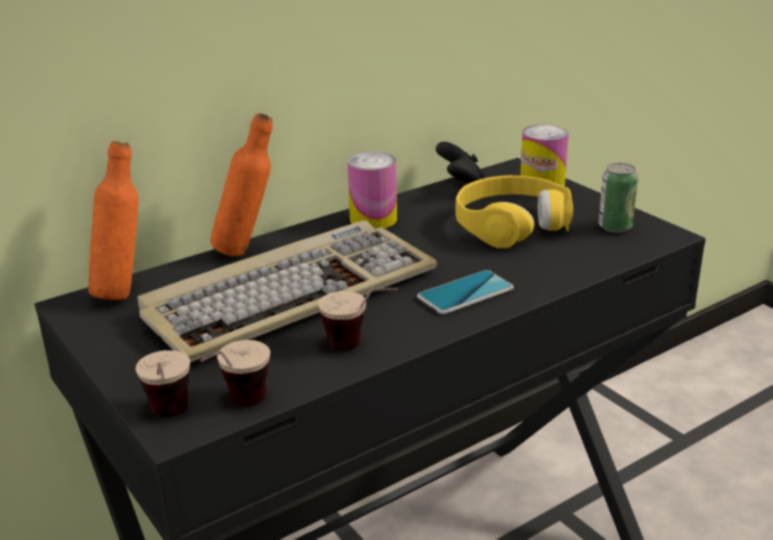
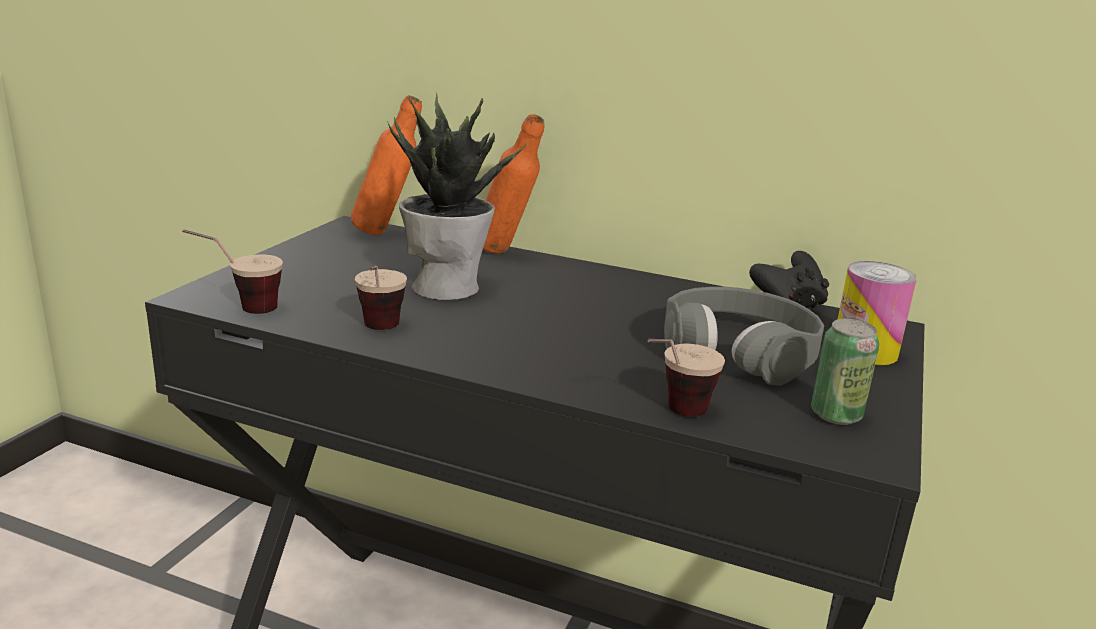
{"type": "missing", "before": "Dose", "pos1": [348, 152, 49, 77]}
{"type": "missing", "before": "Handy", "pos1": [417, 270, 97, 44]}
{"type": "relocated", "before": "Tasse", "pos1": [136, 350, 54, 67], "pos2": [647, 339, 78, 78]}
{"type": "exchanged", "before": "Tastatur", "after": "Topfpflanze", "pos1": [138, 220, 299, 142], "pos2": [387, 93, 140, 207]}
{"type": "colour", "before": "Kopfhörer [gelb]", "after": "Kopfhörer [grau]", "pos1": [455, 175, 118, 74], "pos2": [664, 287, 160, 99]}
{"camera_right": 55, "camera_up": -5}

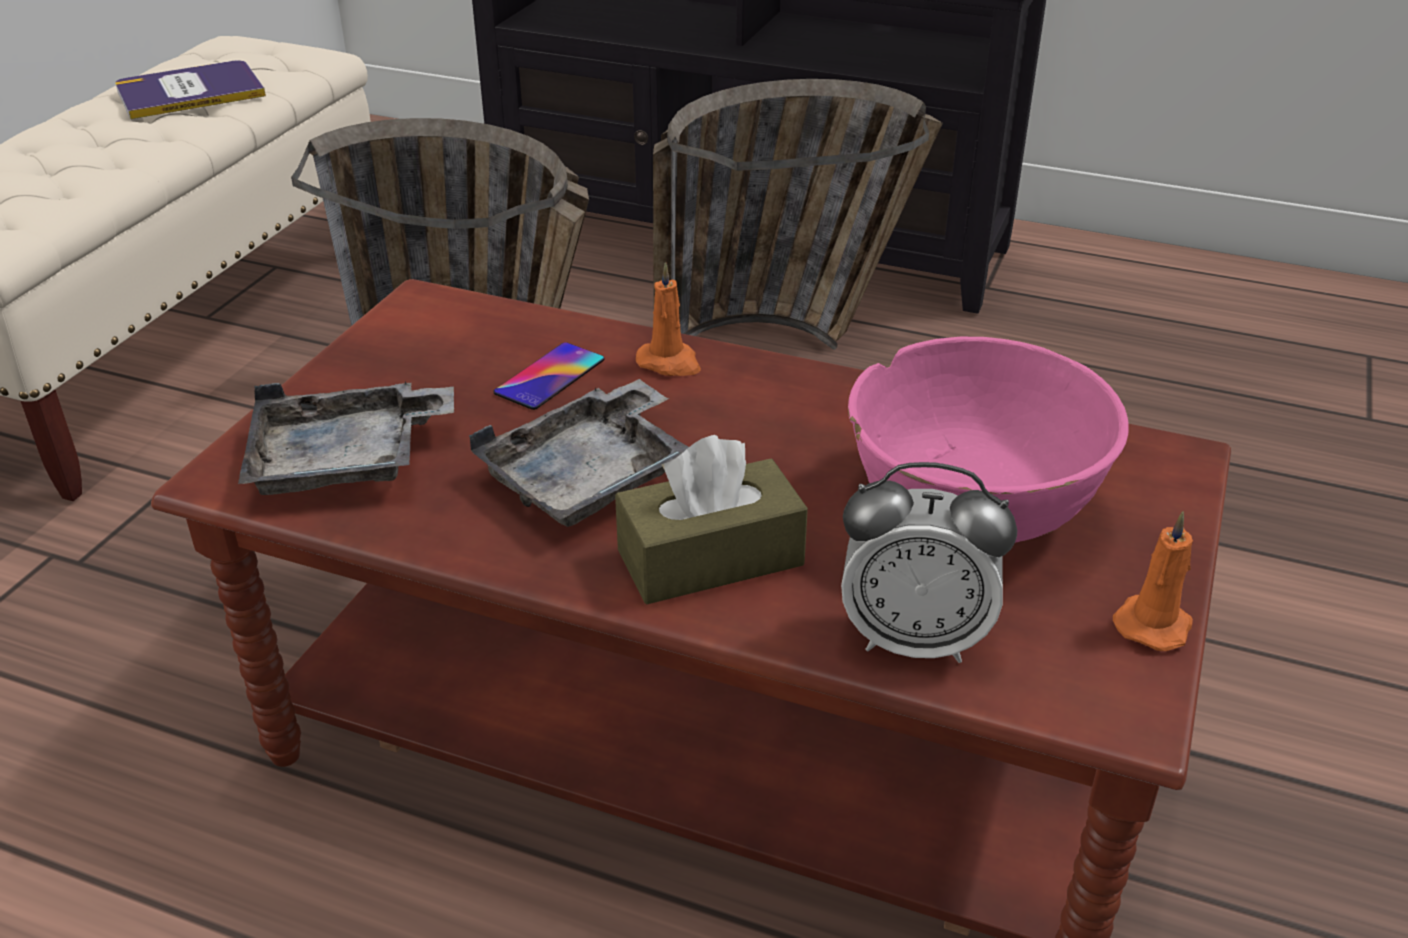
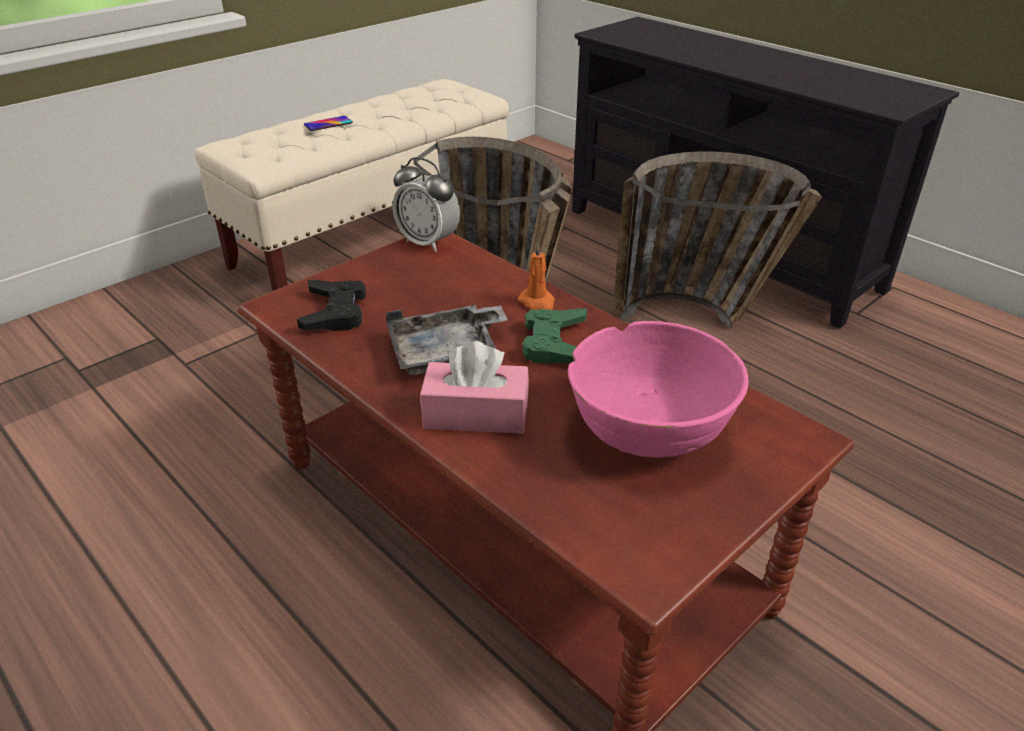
{"type": "missing", "before": "Buch", "pos1": [115, 60, 151, 59]}
{"type": "missing", "before": "Kerze [orange]", "pos1": [1113, 512, 80, 139]}
{"type": "appeared", "after": "Gamepad [grün]", "pos2": [522, 308, 65, 56]}
{"type": "relocated", "before": "Handy", "pos1": [494, 342, 110, 68], "pos2": [304, 116, 49, 15]}
{"type": "relocated", "before": "Wecker", "pos1": [841, 462, 176, 201], "pos2": [393, 157, 67, 95]}
{"type": "exchanged", "before": "Tablett [grau]", "after": "Gamepad [schwarz]", "pos1": [238, 381, 216, 114], "pos2": [297, 280, 69, 50]}
{"type": "colour", "before": "Taschentuchbox [braun]", "after": "Taschentuchbox [rosa]", "pos1": [615, 435, 193, 169], "pos2": [420, 341, 109, 93]}
{"camera_right": 25, "camera_up": 0}

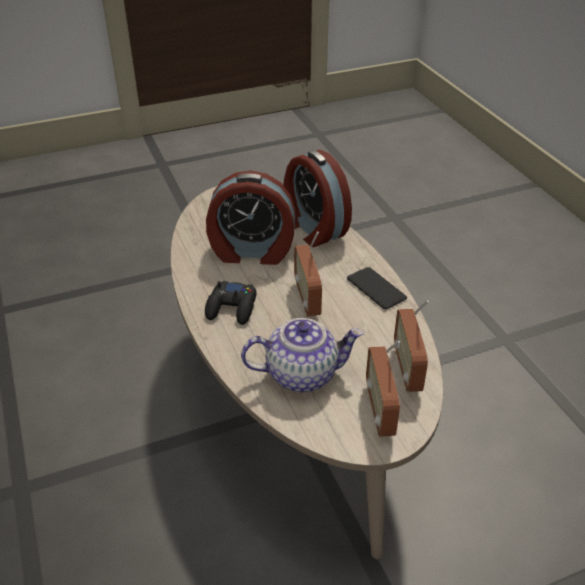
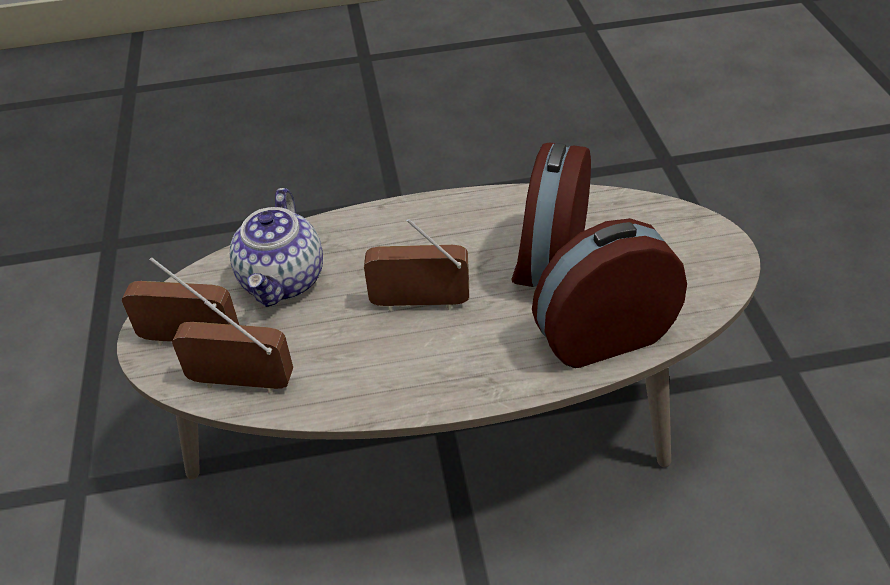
{"type": "missing", "before": "Gamepad [schwarz]", "pos1": [205, 281, 51, 44]}
{"type": "missing", "before": "Handy", "pos1": [347, 267, 60, 42]}
{"camera_right": 105, "camera_up": 5}

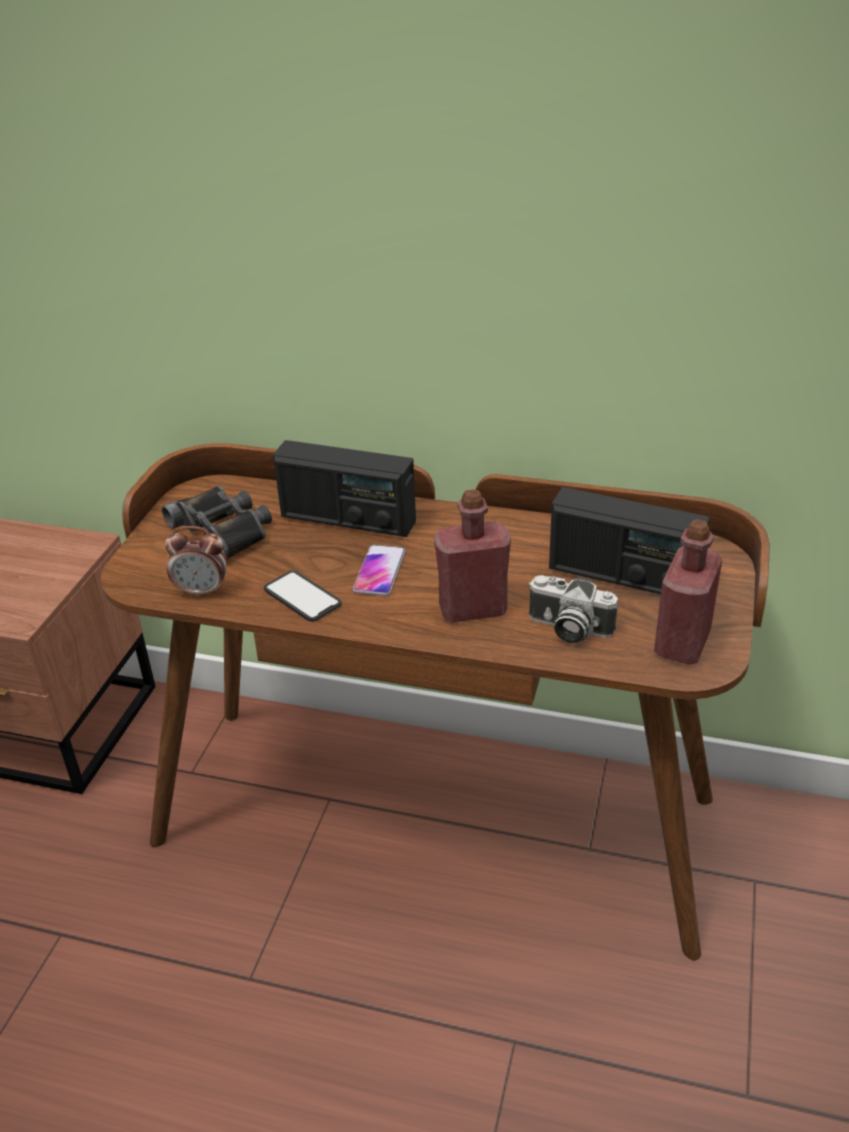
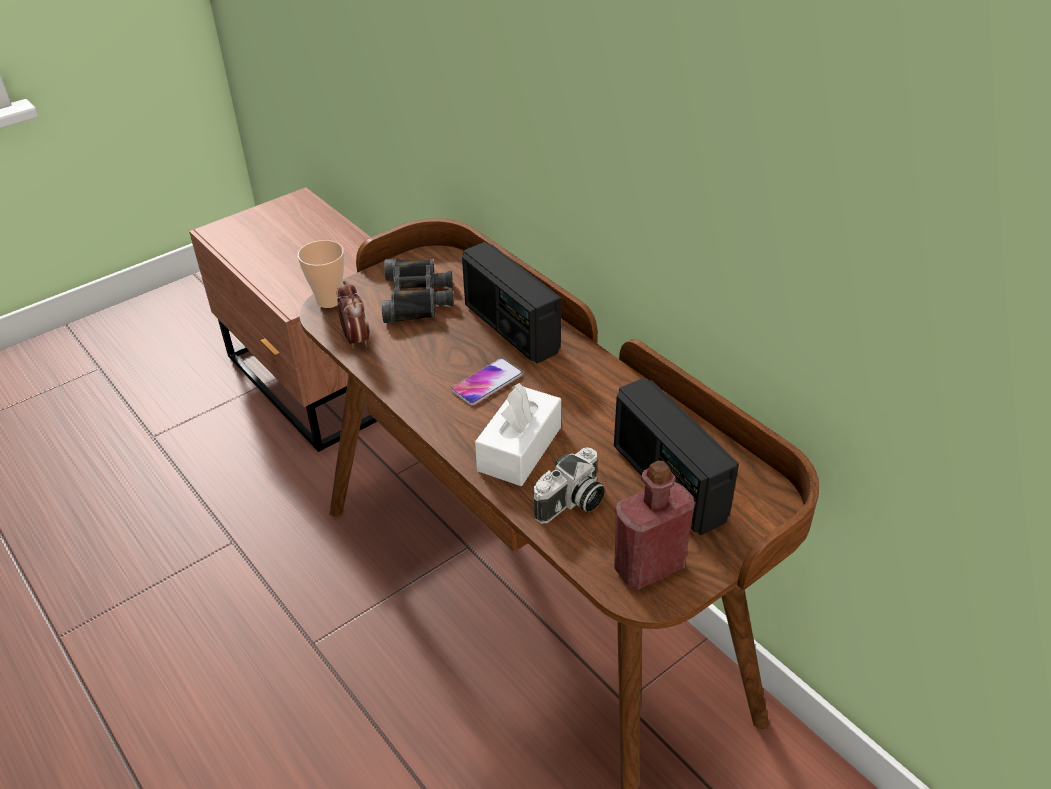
{"type": "missing", "before": "Handy", "pos1": [264, 571, 78, 51]}
{"type": "appeared", "after": "Tasse", "pos2": [297, 240, 48, 68]}
{"type": "exchanged", "before": "Flasche [rot]", "after": "Taschentuchbox [weiß]", "pos1": [434, 489, 77, 133], "pos2": [475, 383, 86, 103]}
{"type": "spun", "before": "Wecker", "pos1": [165, 526, 62, 71], "pos2": [337, 281, 33, 68], "turn": -150}
{"type": "spun", "before": "Kamera", "pos1": [529, 575, 89, 68], "pos2": [534, 447, 71, 77], "turn": -105}
{"camera_right": 35, "camera_up": 5}

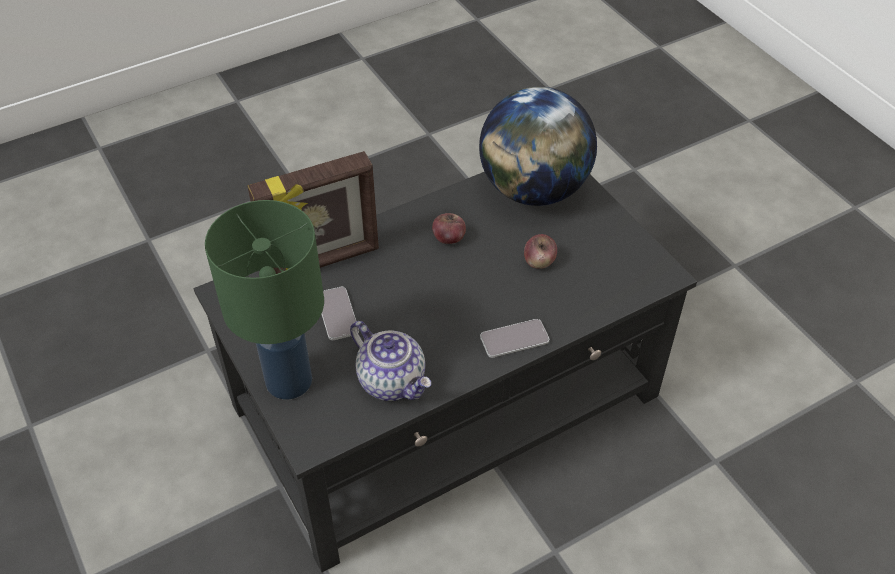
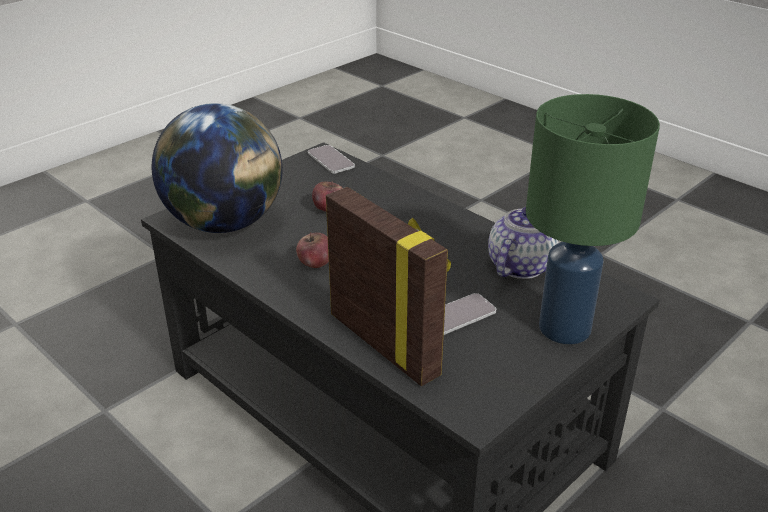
{"type": "relocated", "before": "Handy", "pos1": [480, 319, 69, 39], "pos2": [308, 145, 47, 29]}
{"camera_right": -105, "camera_up": -15}

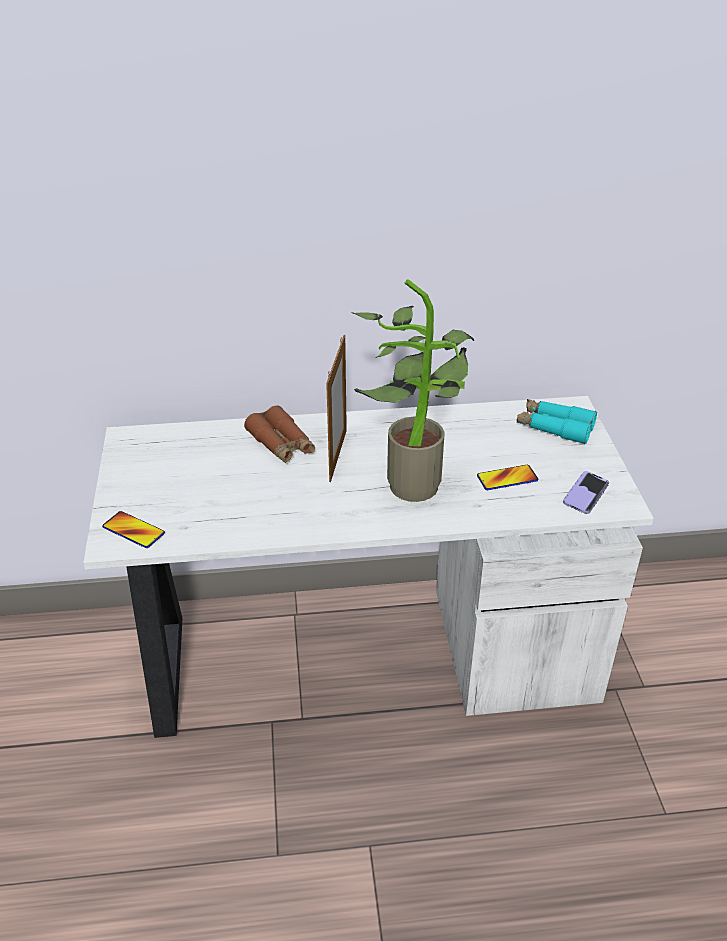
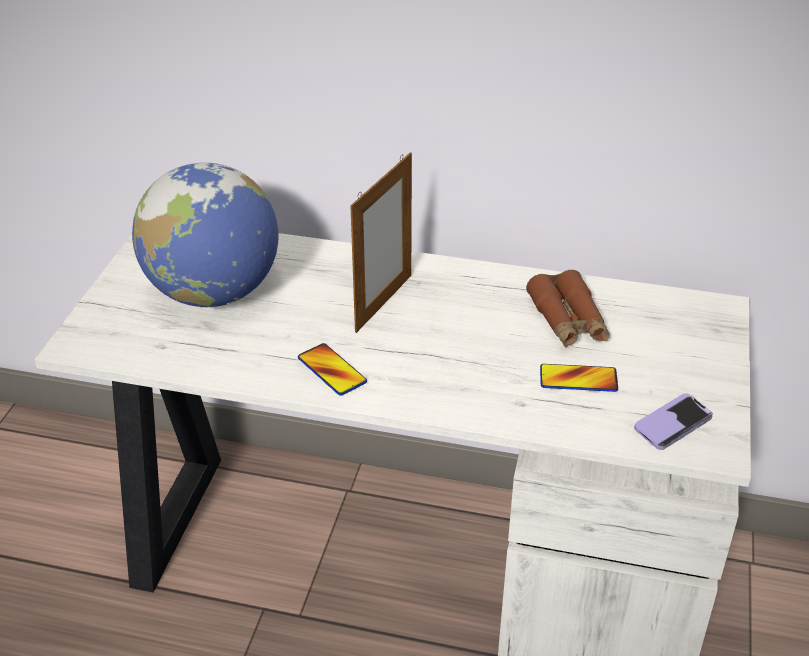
{"type": "missing", "before": "Topfpflanze", "pos1": [352, 279, 122, 223]}
{"type": "missing", "before": "Fernglas [türkis]", "pos1": [517, 399, 80, 45]}
{"type": "appeared", "after": "Globus", "pos2": [132, 163, 147, 144]}
{"type": "relocated", "before": "Handy", "pos1": [102, 511, 63, 37], "pos2": [298, 343, 69, 53]}
{"type": "relocated", "before": "Fernglas [braun]", "pos1": [244, 405, 71, 58], "pos2": [526, 270, 84, 77]}
{"camera_right": 20, "camera_up": 0}

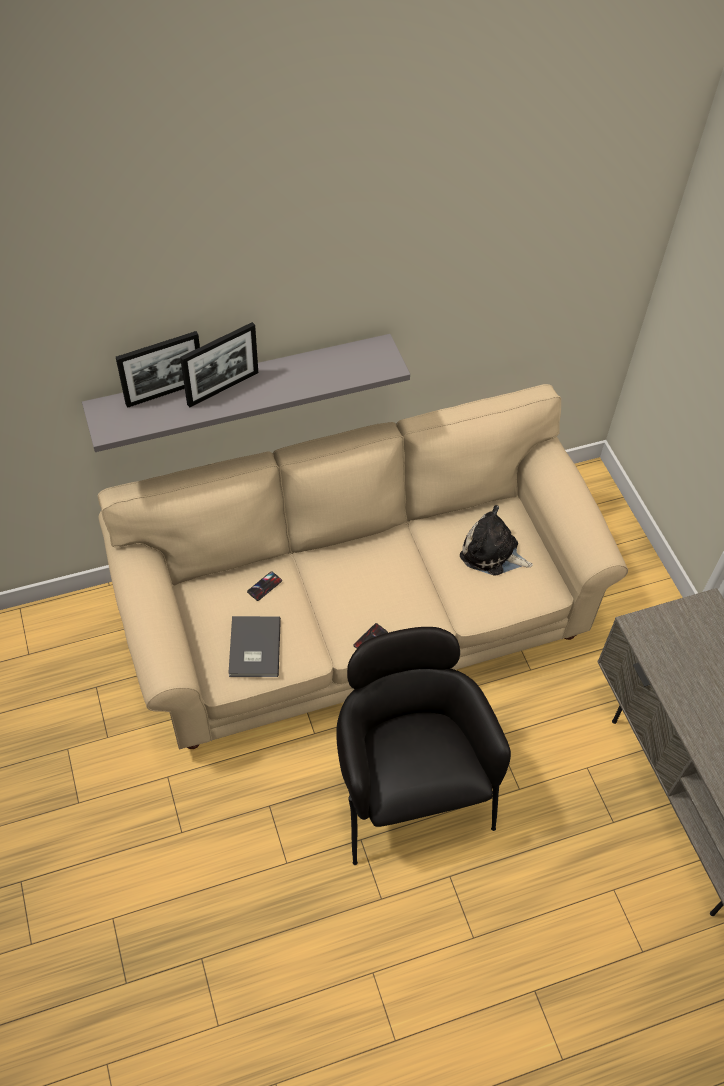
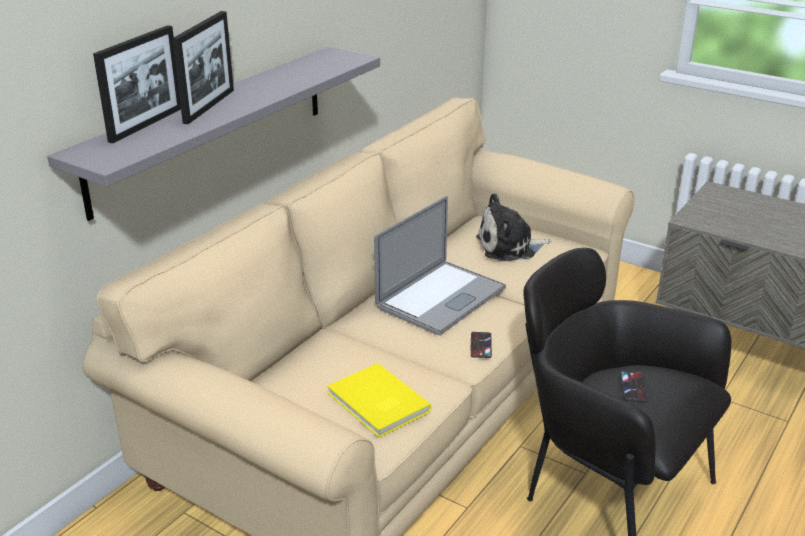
{"type": "appeared", "after": "Laptop", "pos2": [374, 196, 132, 139]}
{"type": "relocated", "before": "Handy", "pos1": [247, 571, 35, 30], "pos2": [620, 371, 28, 31]}
{"type": "colour", "before": "Buch [grau]", "after": "Buch [gelb]", "pos1": [228, 616, 53, 61], "pos2": [327, 363, 104, 74]}
{"camera_right": -35, "camera_up": -25}

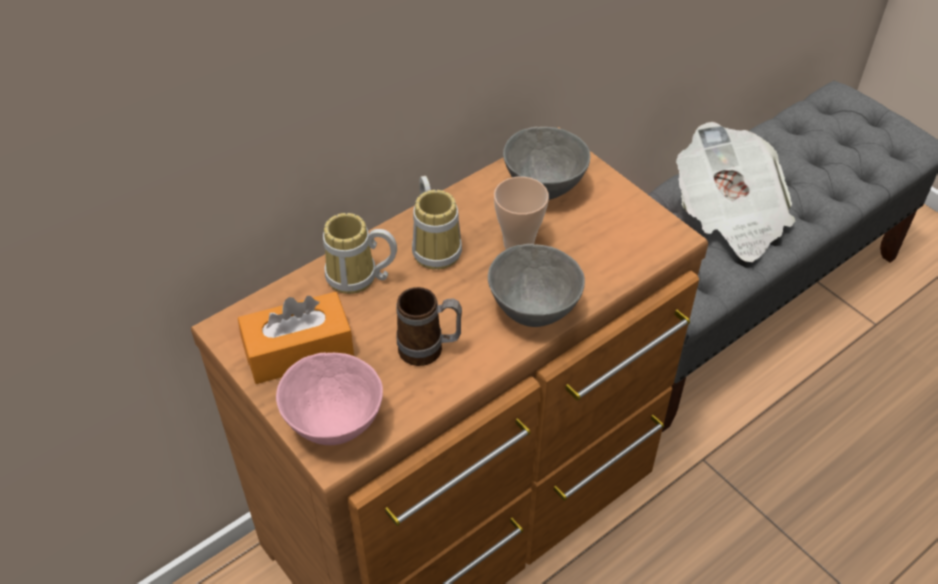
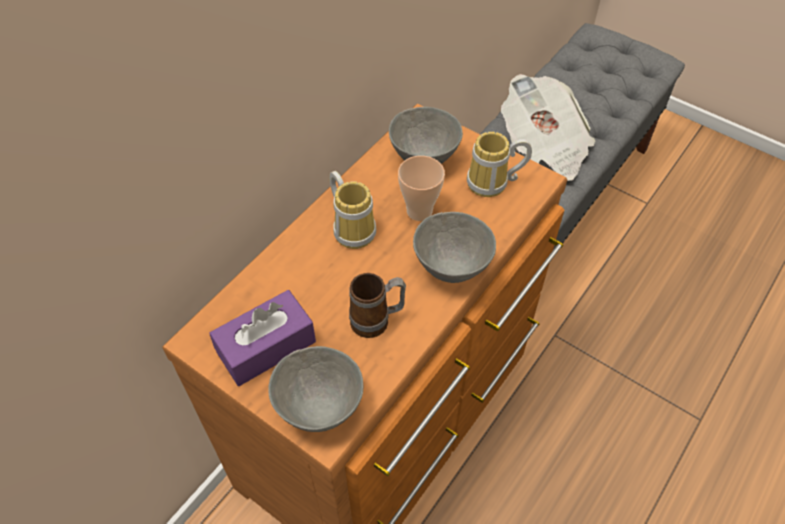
{"type": "relocated", "before": "Henkelbecher", "pos1": [323, 213, 74, 81], "pos2": [467, 132, 65, 65]}
{"type": "colour", "before": "Taschentuchbox [orange]", "after": "Taschentuchbox [lila]", "pos1": [238, 292, 116, 92], "pos2": [209, 290, 107, 96]}
{"type": "colour", "before": "Schüssel [rosa]", "after": "Schüssel [grau]", "pos1": [276, 352, 107, 93], "pos2": [268, 346, 95, 86]}
{"camera_right": -15, "camera_up": 5}

